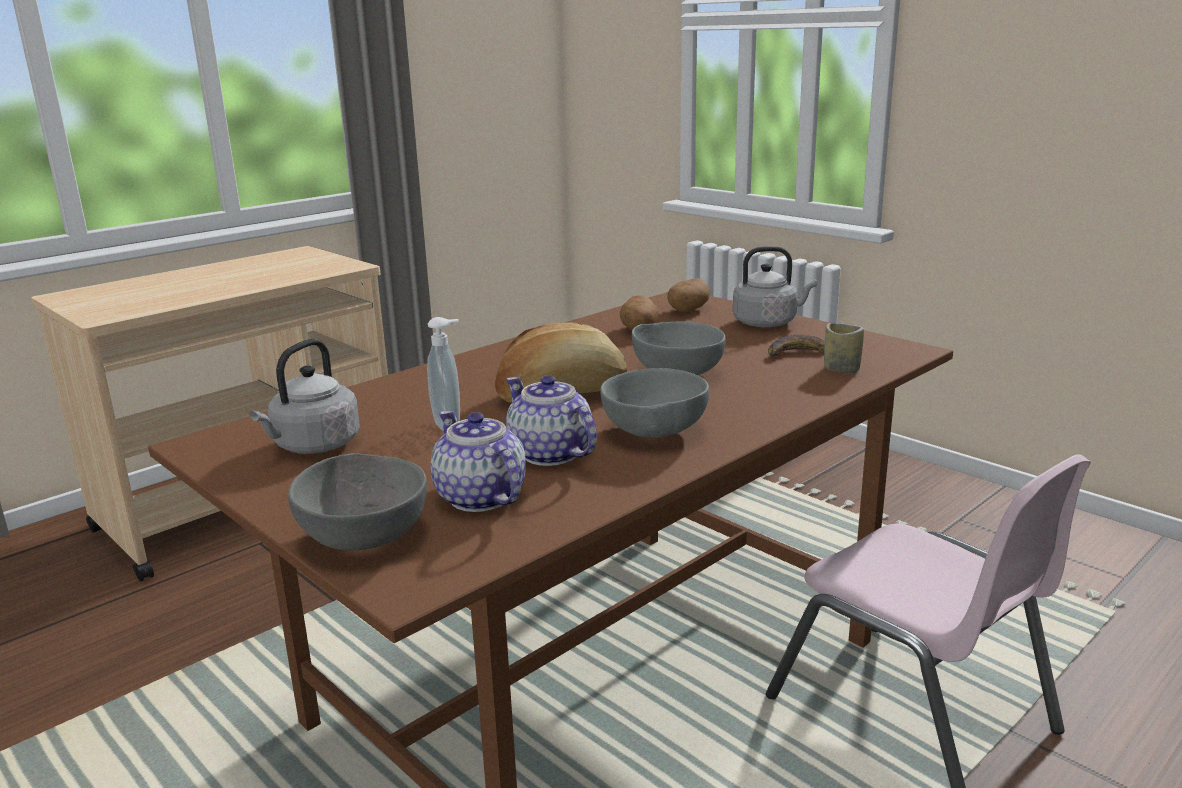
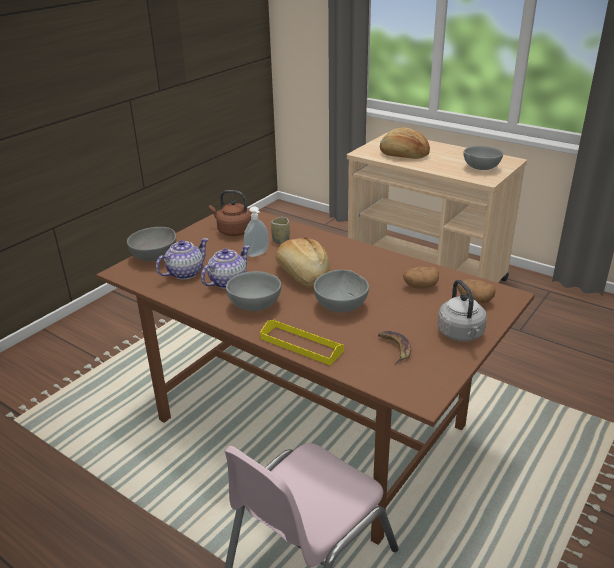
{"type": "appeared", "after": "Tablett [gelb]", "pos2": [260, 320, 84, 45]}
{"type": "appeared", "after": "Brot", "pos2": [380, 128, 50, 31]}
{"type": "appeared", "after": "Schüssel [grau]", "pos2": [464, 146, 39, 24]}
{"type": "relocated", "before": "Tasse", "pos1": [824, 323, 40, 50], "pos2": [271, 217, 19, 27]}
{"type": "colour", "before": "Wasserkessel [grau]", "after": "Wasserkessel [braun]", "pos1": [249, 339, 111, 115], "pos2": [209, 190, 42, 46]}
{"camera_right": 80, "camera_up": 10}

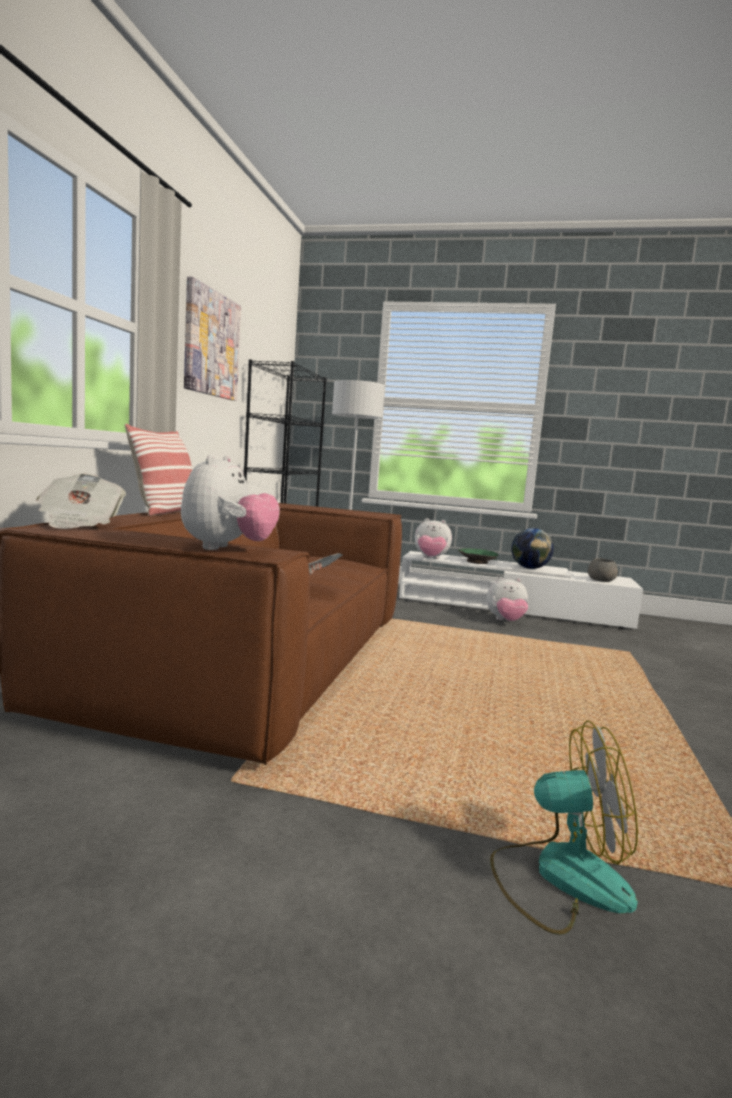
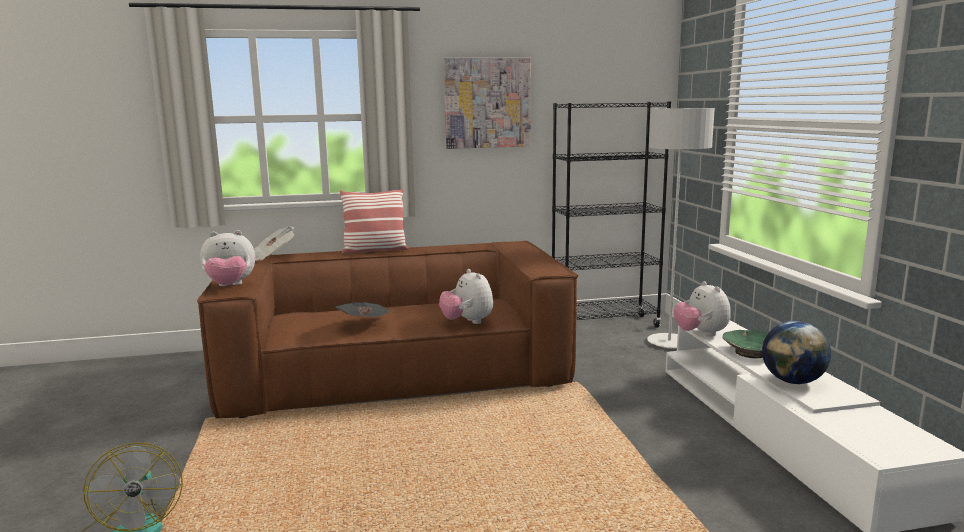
{"type": "missing", "before": "Schüssel [grau]", "pos1": [588, 558, 30, 24]}
{"type": "relocated", "before": "Plüschtier", "pos1": [486, 577, 43, 44], "pos2": [439, 269, 54, 55]}
{"camera_right": 65, "camera_up": 5}

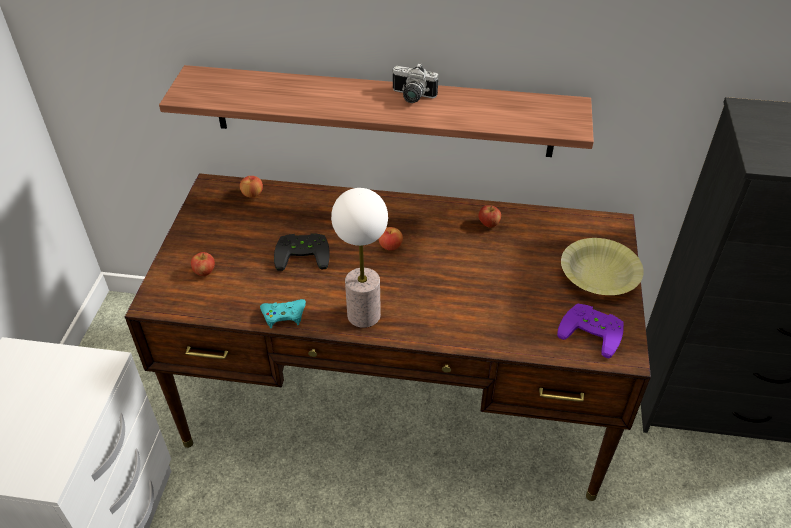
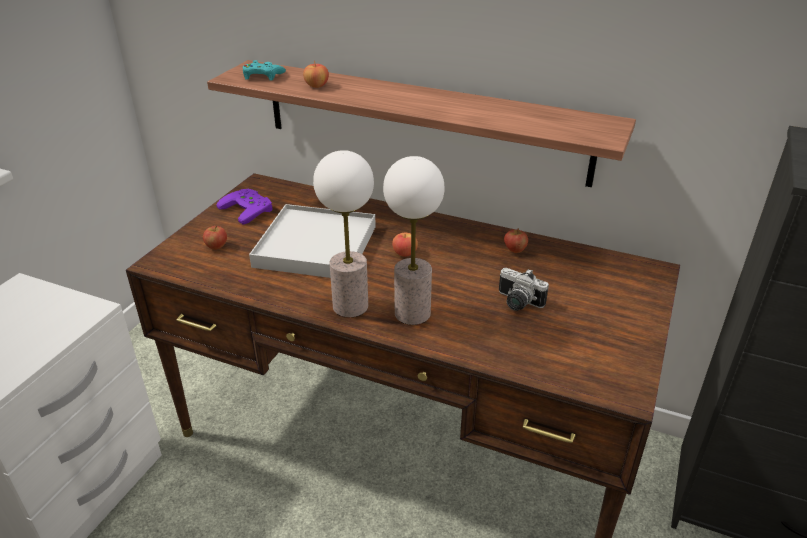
{"type": "missing", "before": "Schüssel [gelb]", "pos1": [561, 238, 83, 57]}
{"type": "appeared", "after": "Tischlampe", "pos2": [383, 156, 62, 169]}
{"type": "relocated", "before": "Apfel", "pos1": [240, 176, 23, 22], "pos2": [303, 61, 26, 27]}
{"type": "relocated", "before": "Gamepad [türkis]", "pos1": [260, 299, 46, 29], "pos2": [243, 60, 43, 21]}
{"type": "relocated", "before": "Kamera", "pos1": [393, 63, 45, 40], "pos2": [499, 268, 50, 43]}
{"type": "relocated", "before": "Gamepad [lila]", "pos1": [557, 303, 67, 55], "pos2": [217, 189, 56, 36]}
{"type": "exchanged", "before": "Gamepad [schwarz]", "after": "Tablett [weiß]", "pos1": [274, 233, 56, 38], "pos2": [249, 204, 127, 74]}
{"camera_right": 15, "camera_up": -10}

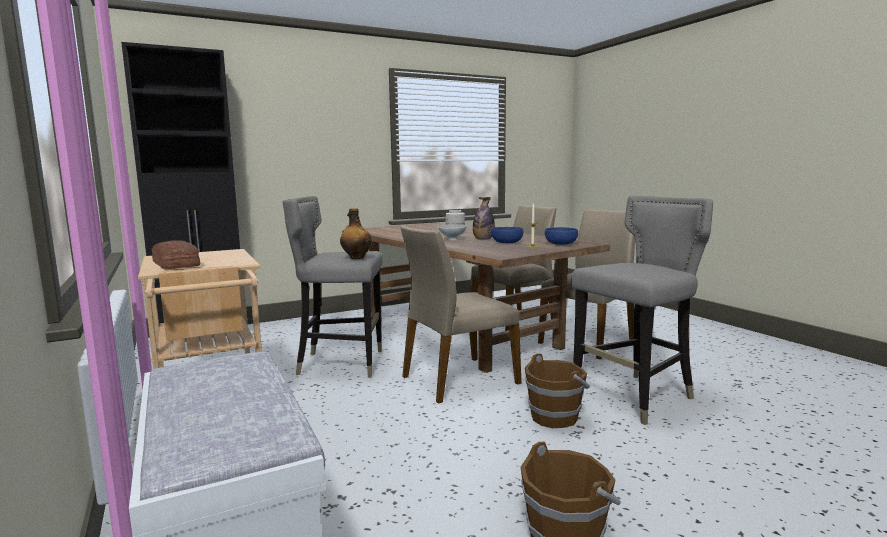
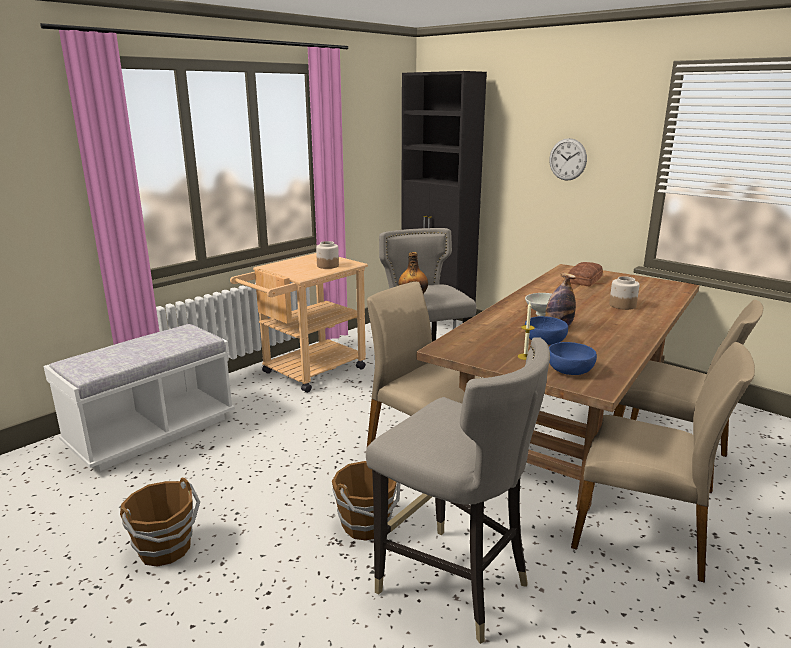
{"type": "appeared", "after": "Vorratsglas", "pos2": [316, 241, 23, 28]}
{"type": "appeared", "after": "Wanduhr", "pos2": [549, 138, 38, 42]}
{"type": "relocated", "before": "Brot", "pos1": [152, 240, 48, 29], "pos2": [569, 262, 34, 24]}
{"camera_right": 70, "camera_up": 10}

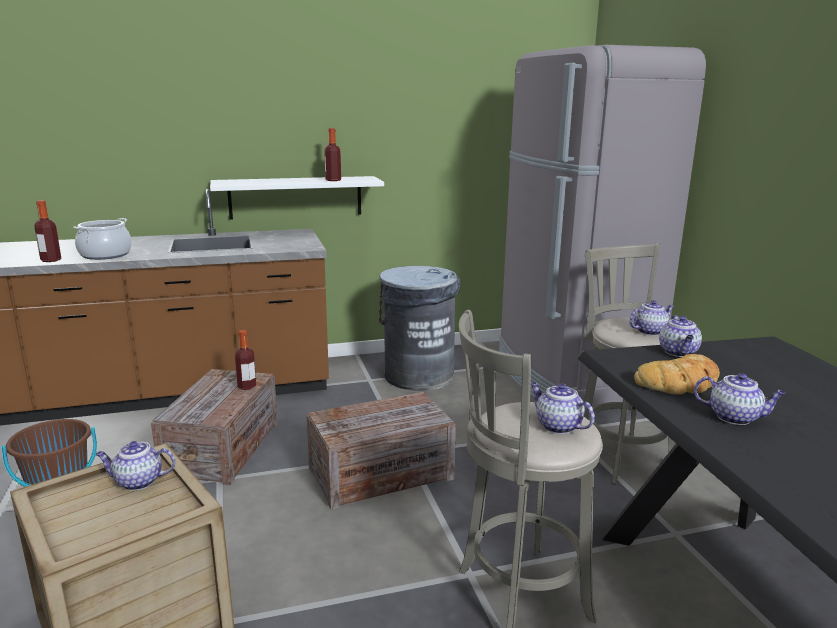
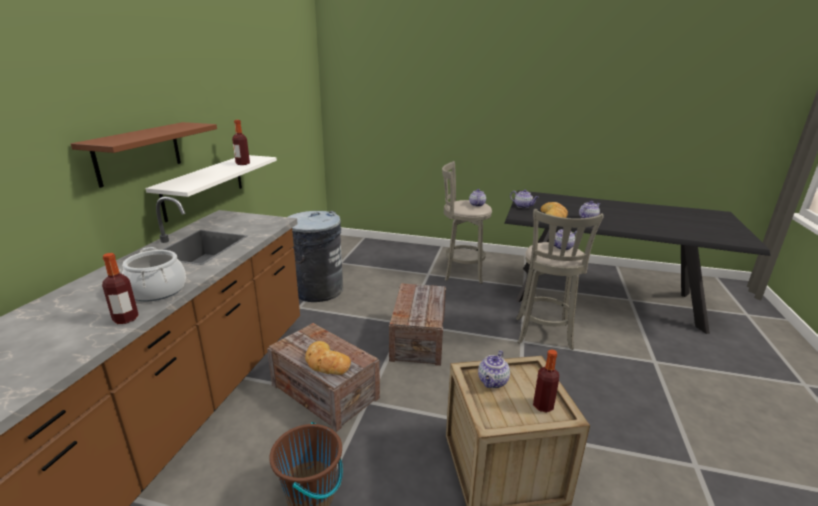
{"type": "missing", "before": "Kühlschrank [grau]", "pos1": [499, 45, 207, 363]}
{"type": "appeared", "after": "Wandregal [braun]", "pos2": [71, 122, 146, 66]}
{"type": "appeared", "after": "Brot", "pos2": [305, 341, 46, 34]}
{"type": "relocated", "before": "Flasche", "pos1": [235, 330, 21, 60], "pos2": [533, 349, 26, 64]}
{"camera_right": -60, "camera_up": 5}

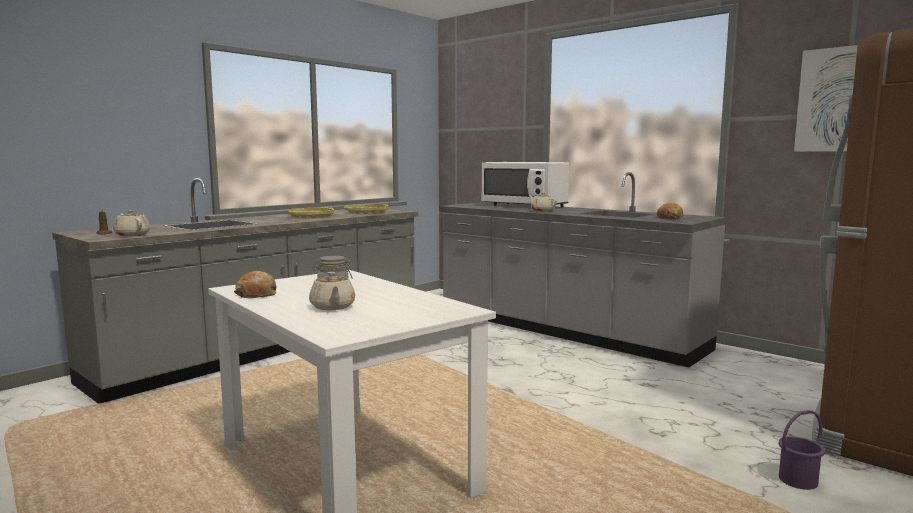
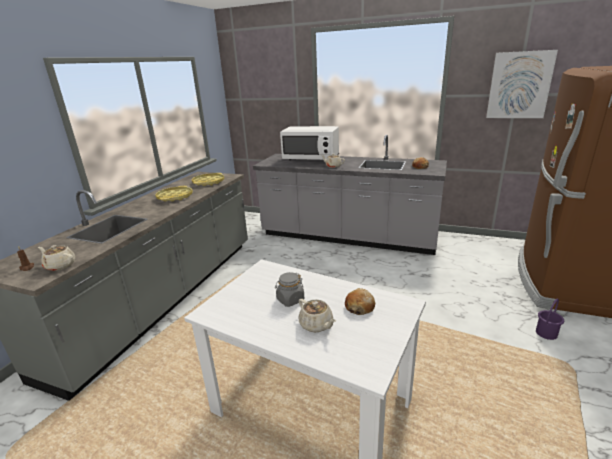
{"type": "relocated", "before": "Brot", "pos1": [234, 271, 42, 27], "pos2": [345, 288, 30, 27]}
{"camera_right": -20, "camera_up": 15}

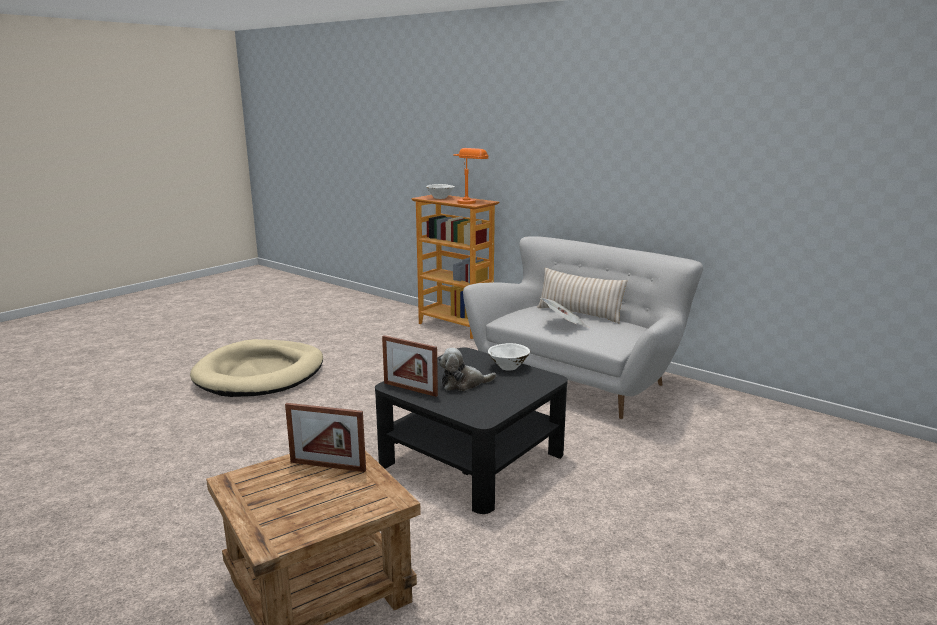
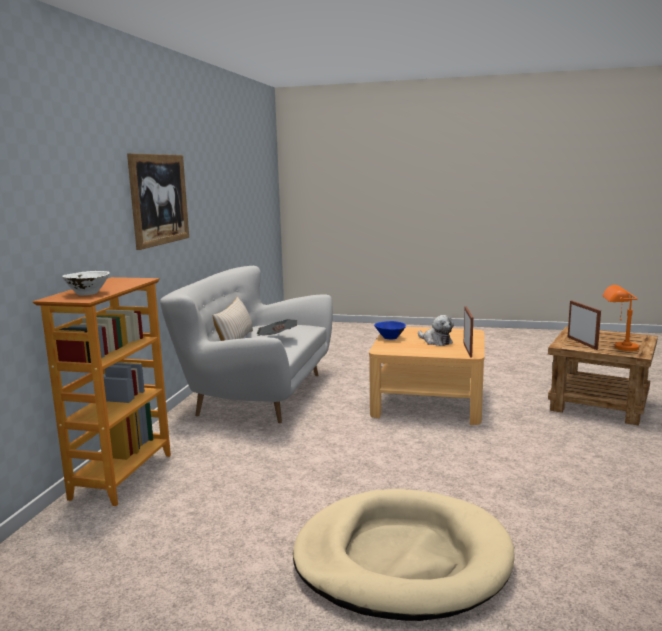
{"type": "appeared", "after": "Bild", "pos2": [127, 153, 62, 97]}
{"type": "relocated", "before": "Tischlampe [orange]", "pos1": [454, 148, 35, 56], "pos2": [603, 285, 36, 66]}
{"type": "colour", "before": "Couchtisch [schwarz]", "after": "Couchtisch [beige]", "pos1": [375, 348, 193, 166], "pos2": [369, 327, 115, 98]}
{"type": "colour", "before": "Schüssel [weiß]", "after": "Schüssel [blau]", "pos1": [488, 343, 42, 28], "pos2": [374, 321, 32, 18]}
{"camera_right": -115, "camera_up": -5}

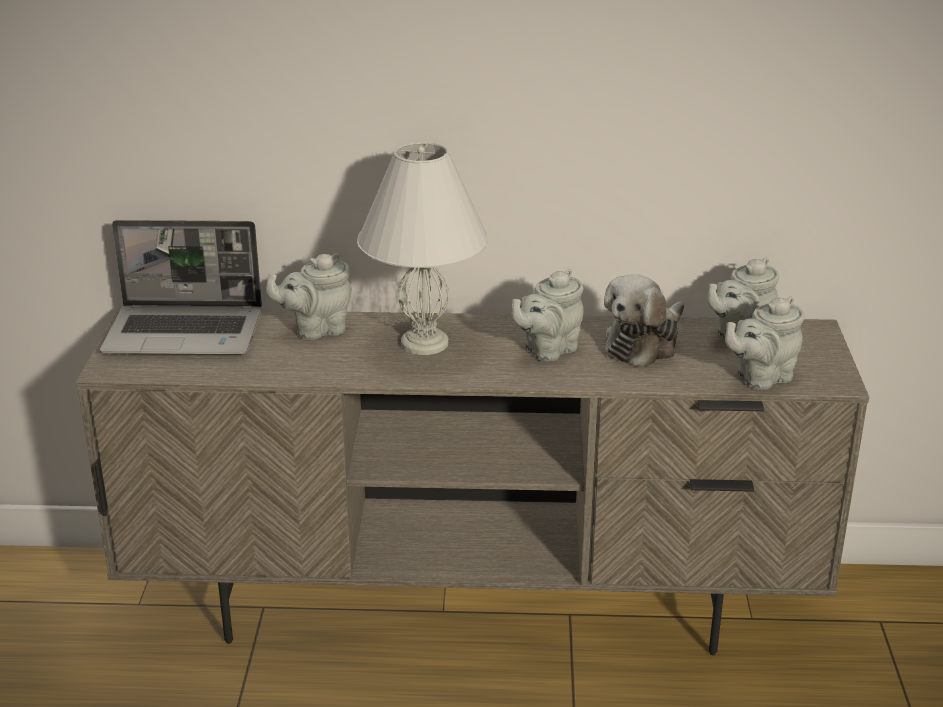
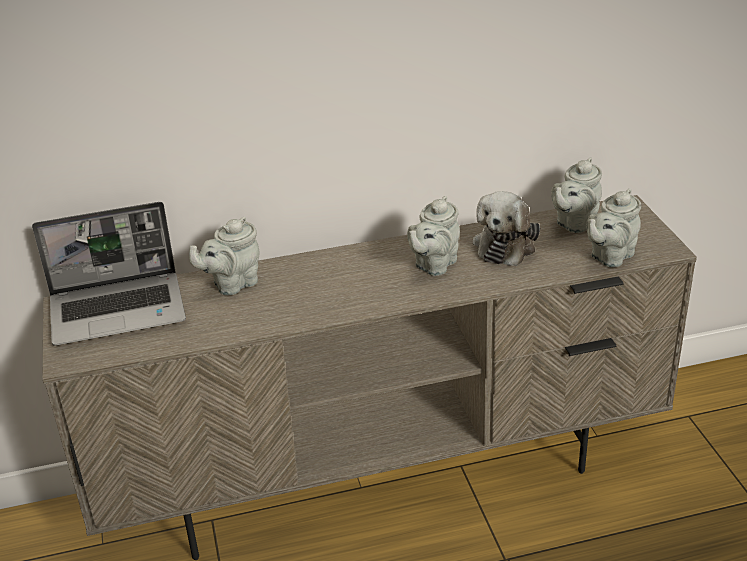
{"type": "missing", "before": "Tischlampe [weiß]", "pos1": [357, 142, 131, 213]}
{"camera_right": -15, "camera_up": 5}

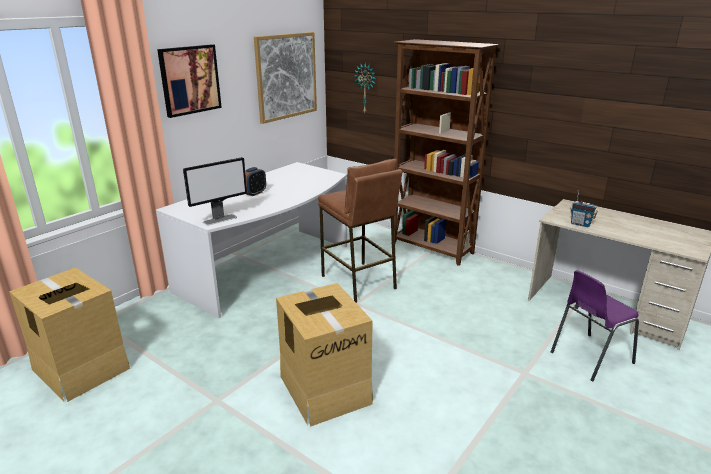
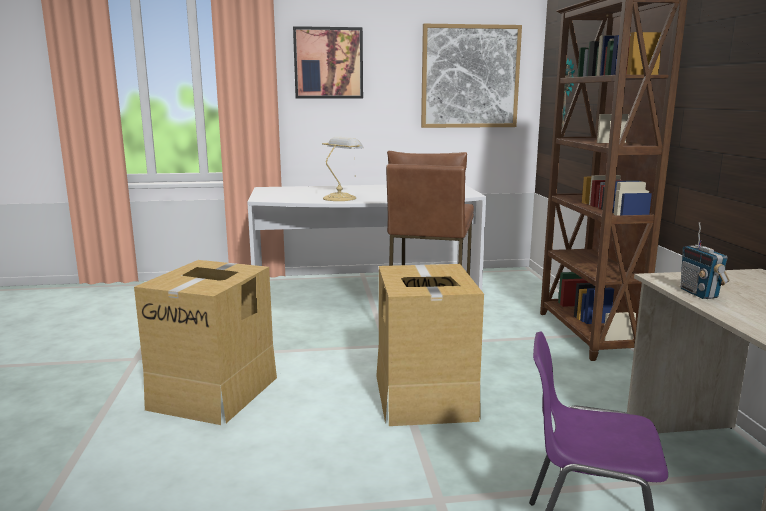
{"type": "missing", "before": "Monitor", "pos1": [183, 157, 64, 68]}
{"type": "missing", "before": "Wecker", "pos1": [245, 167, 21, 29]}
{"type": "appeared", "after": "Tischlampe", "pos2": [322, 137, 42, 64]}
{"type": "relocated", "before": "Karton", "pos1": [9, 267, 121, 135], "pos2": [376, 264, 108, 162]}
{"camera_right": 45, "camera_up": -10}

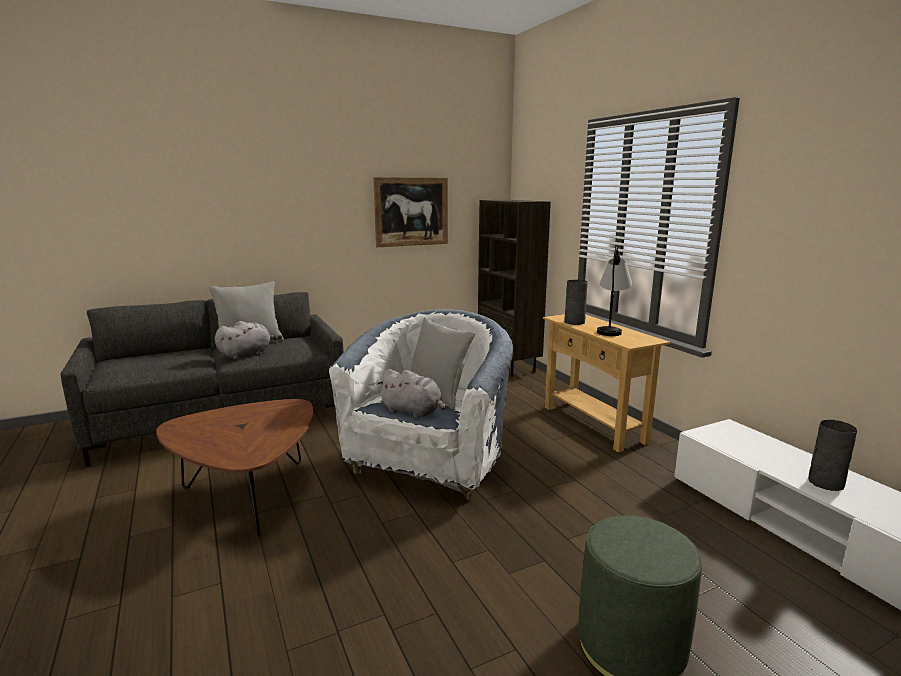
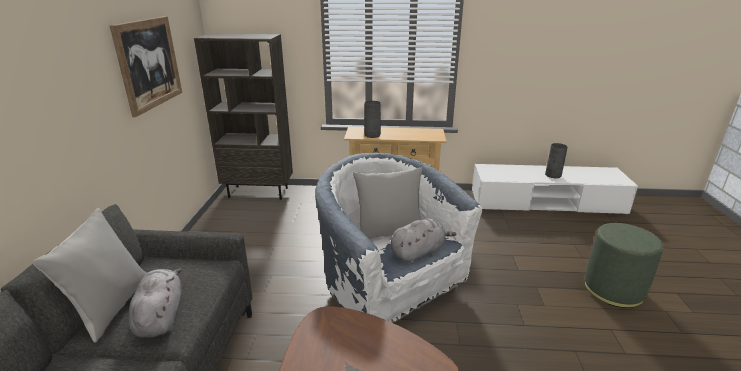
{"type": "missing", "before": "Tischlampe", "pos1": [597, 247, 35, 89]}
{"camera_right": -60, "camera_up": 10}

